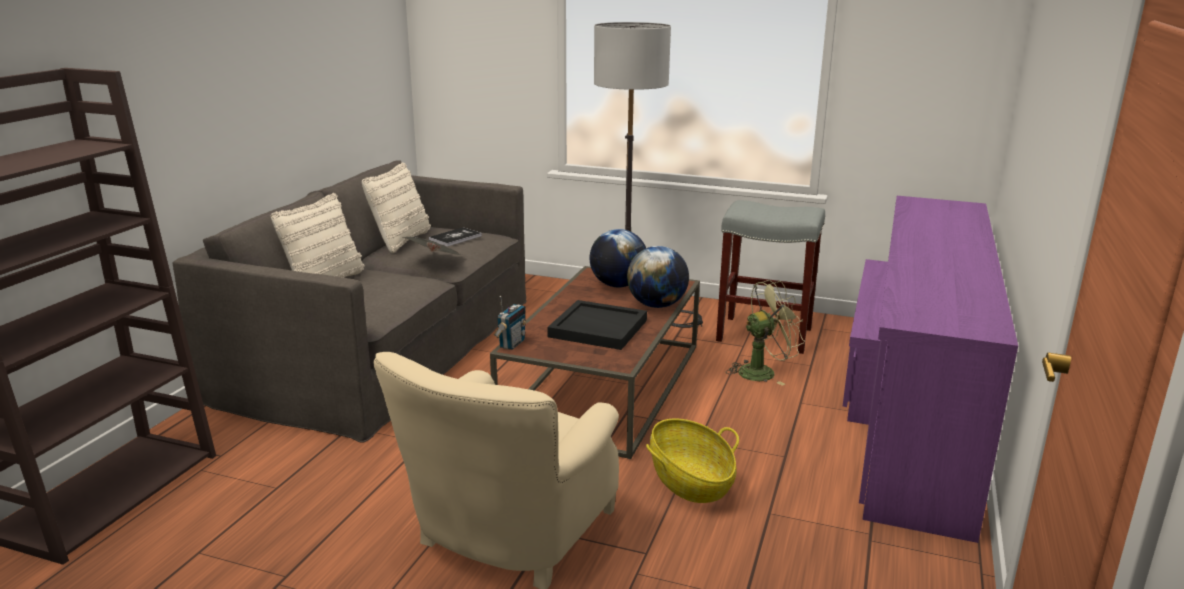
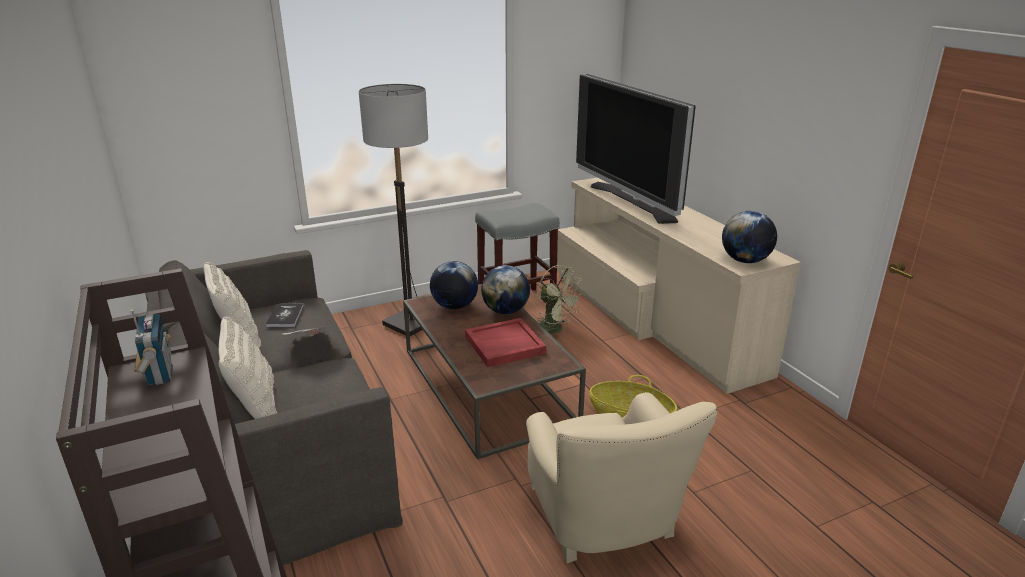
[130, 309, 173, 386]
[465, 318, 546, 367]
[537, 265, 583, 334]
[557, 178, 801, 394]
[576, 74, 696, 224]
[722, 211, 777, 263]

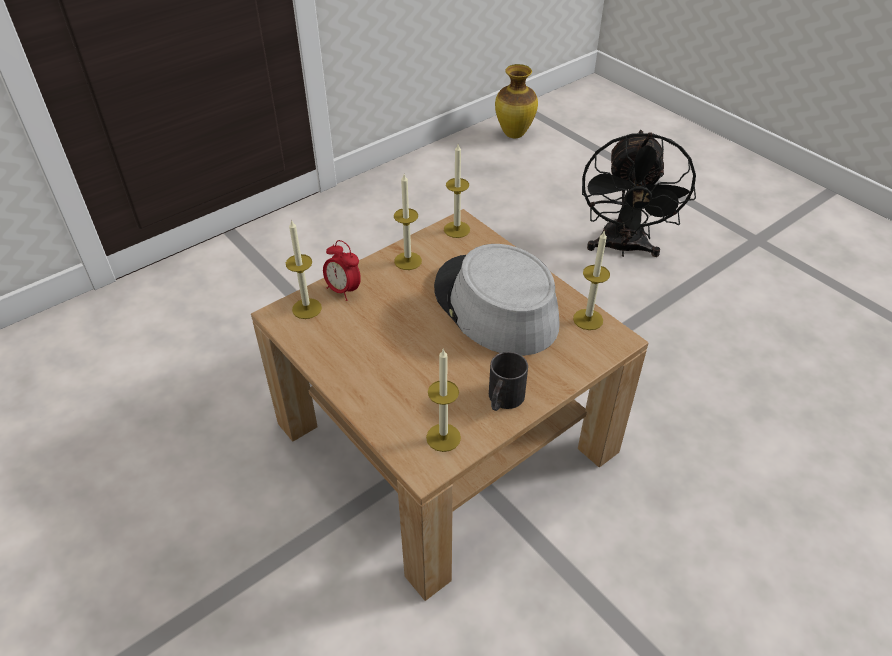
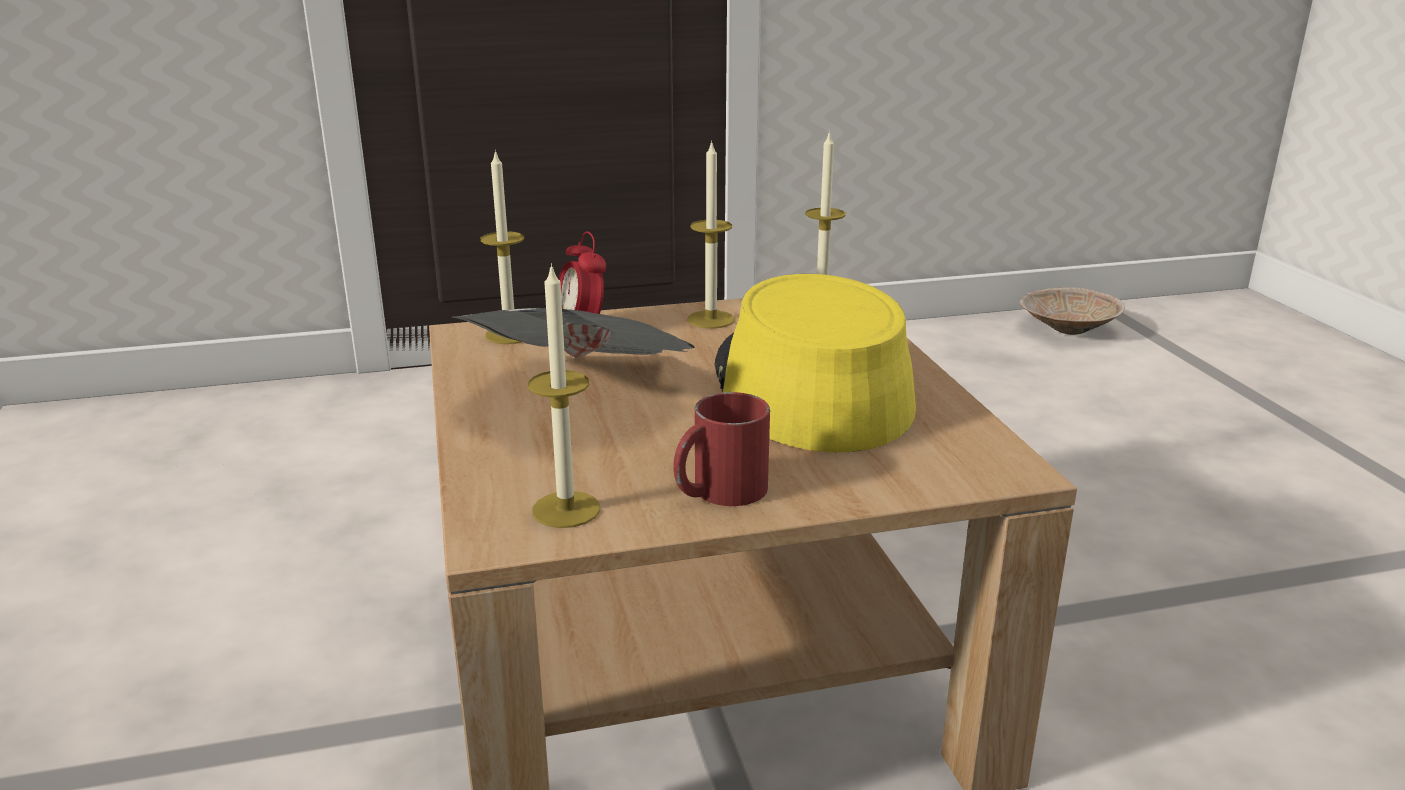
[452, 308, 695, 358]
[673, 392, 770, 506]
[714, 274, 916, 453]
[1019, 287, 1125, 335]
[573, 230, 610, 330] (first image)
[582, 130, 696, 257] (first image)

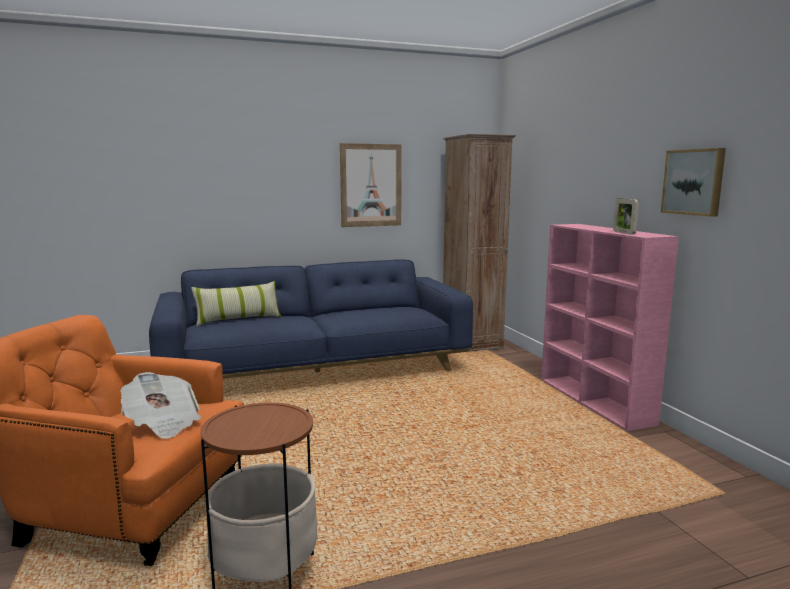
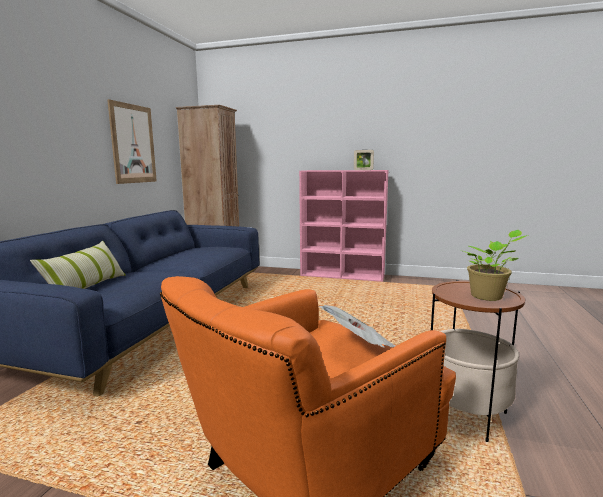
[459, 230, 529, 301]
[661, 148, 726, 217] (first image)

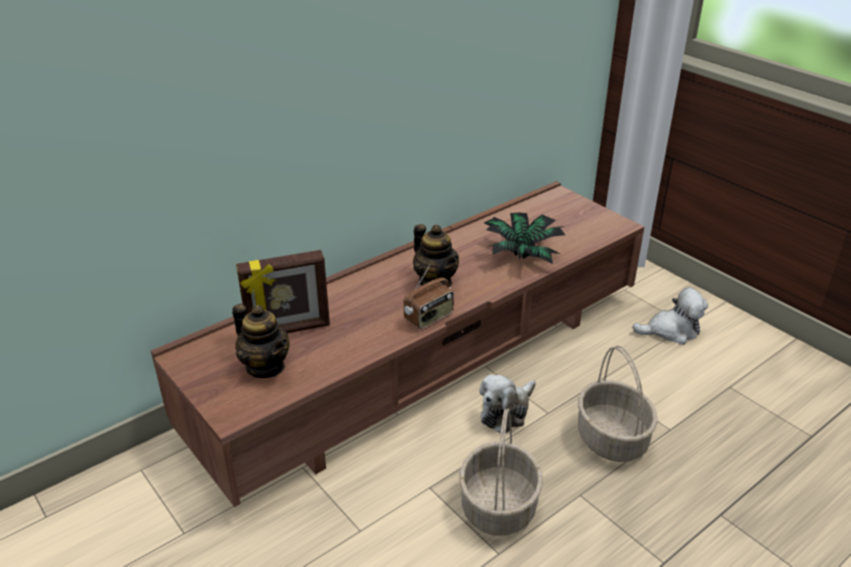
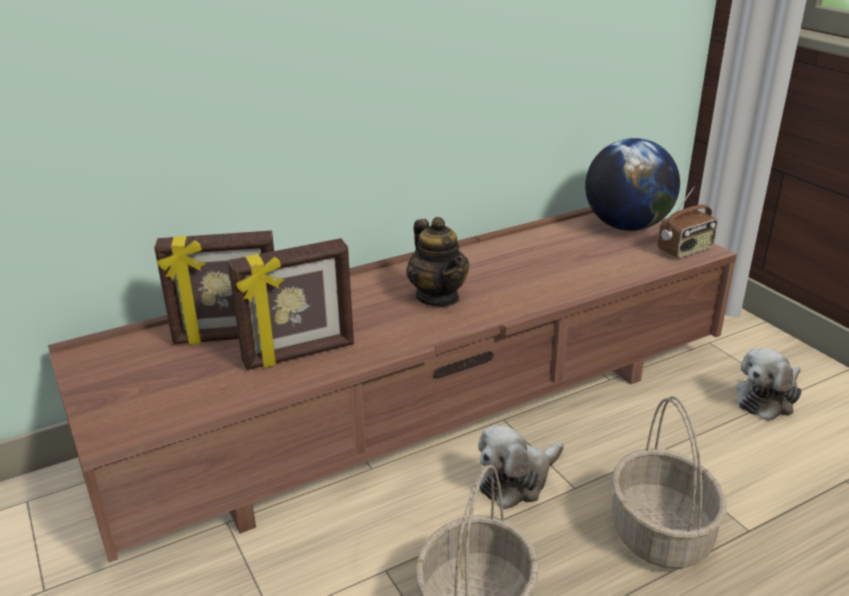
[228, 238, 354, 370]
[585, 138, 680, 231]
[658, 186, 718, 258]
[736, 348, 802, 421]
[232, 304, 290, 378] (first image)
[484, 212, 565, 264] (first image)

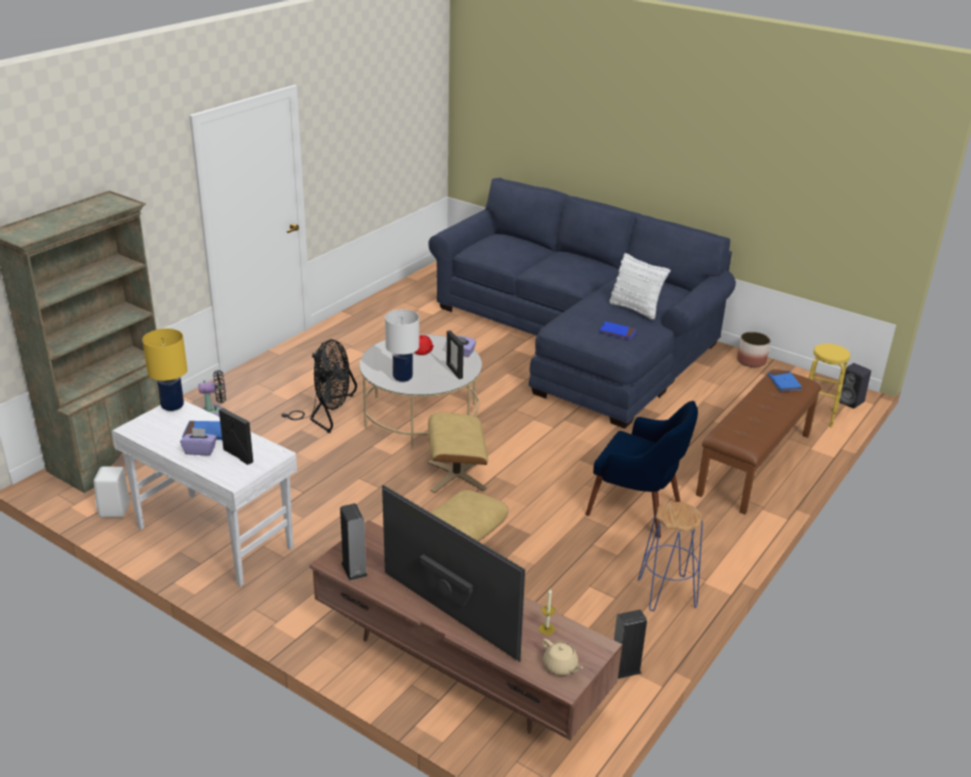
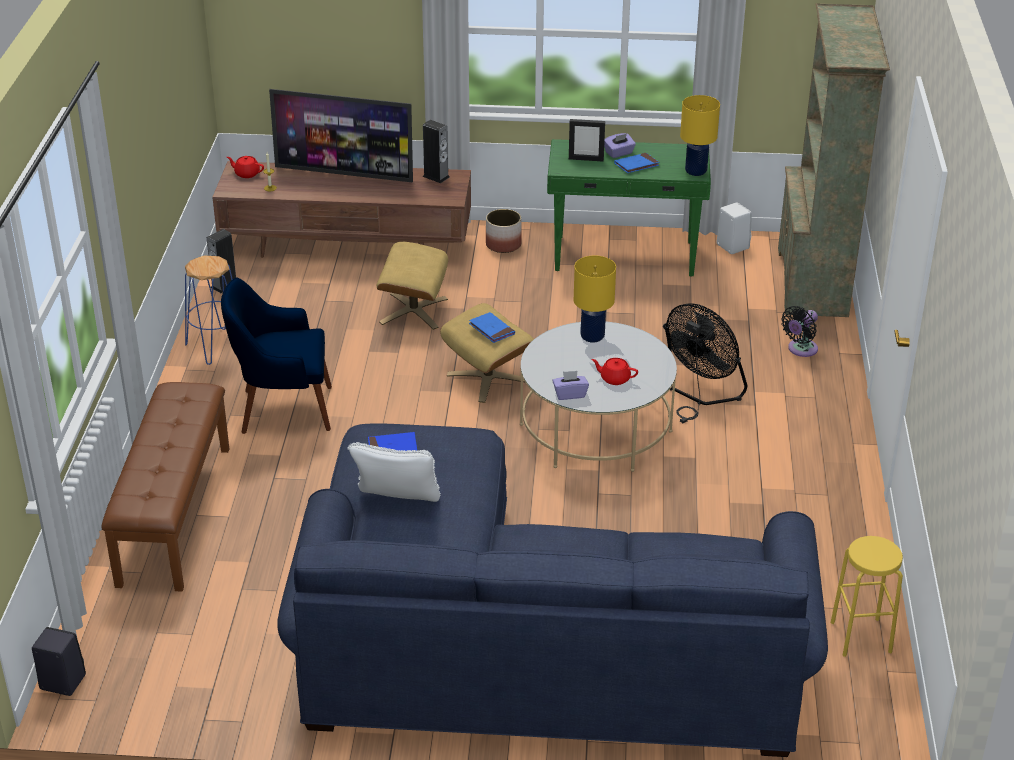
[227, 156, 264, 178]
[469, 312, 515, 343]
[486, 209, 522, 253]
[547, 139, 711, 277]
[574, 255, 616, 343]
[663, 304, 747, 423]
[831, 536, 903, 657]
[446, 330, 464, 379] (first image)

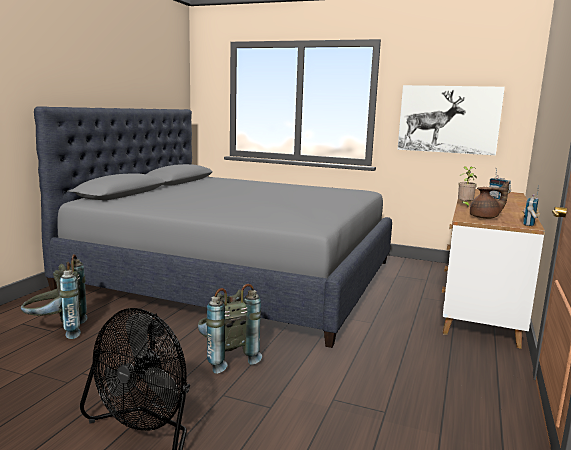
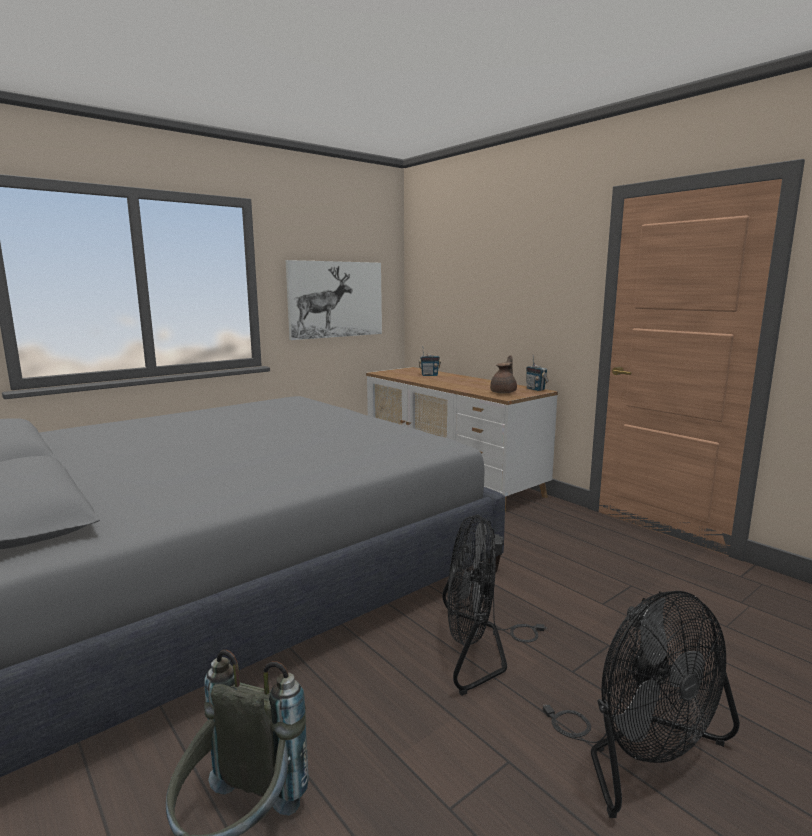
[442, 514, 546, 696]
[458, 166, 477, 207] (first image)

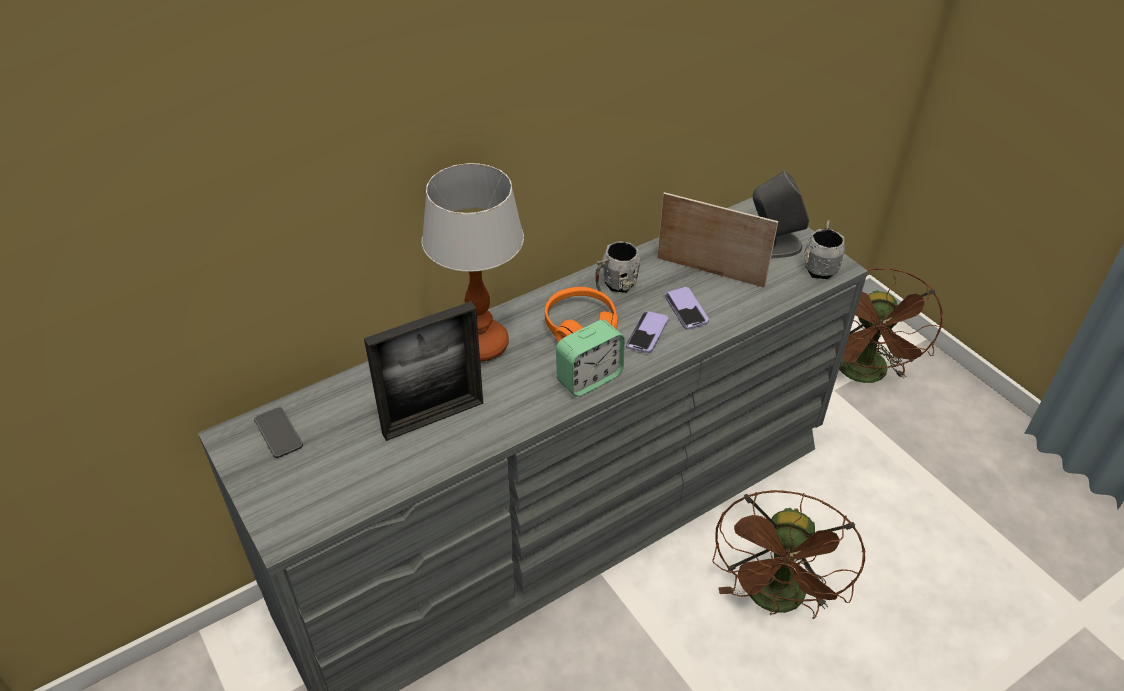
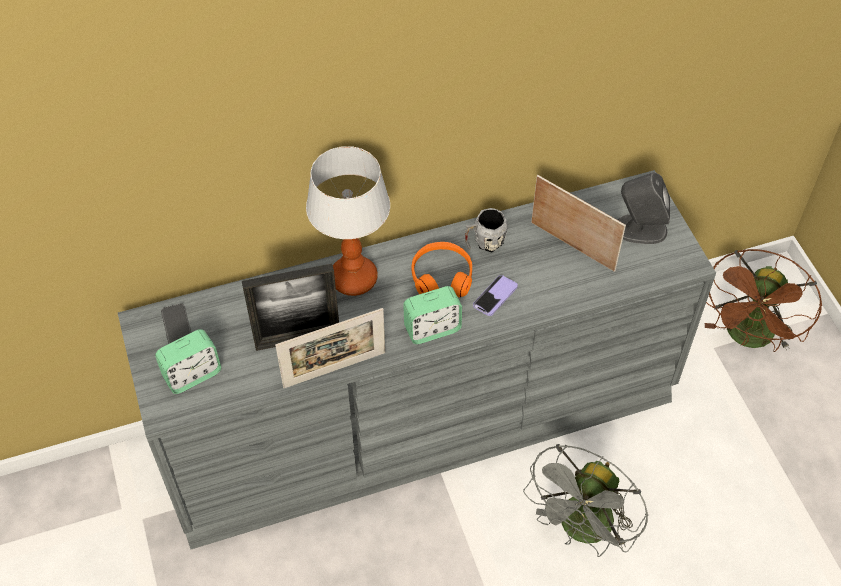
[155, 329, 221, 394]
[275, 308, 385, 388]
[523, 444, 648, 557]
[665, 287, 709, 330] (first image)
[804, 220, 845, 279] (first image)

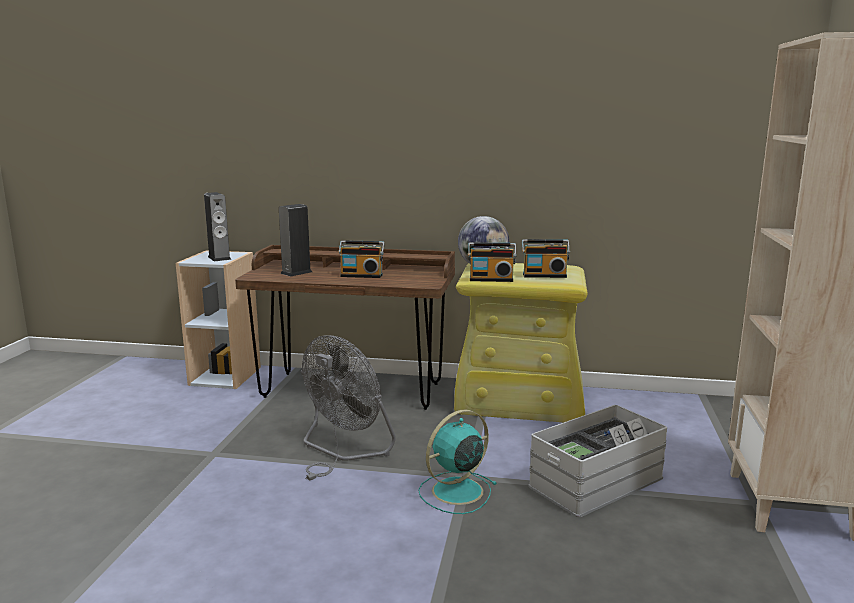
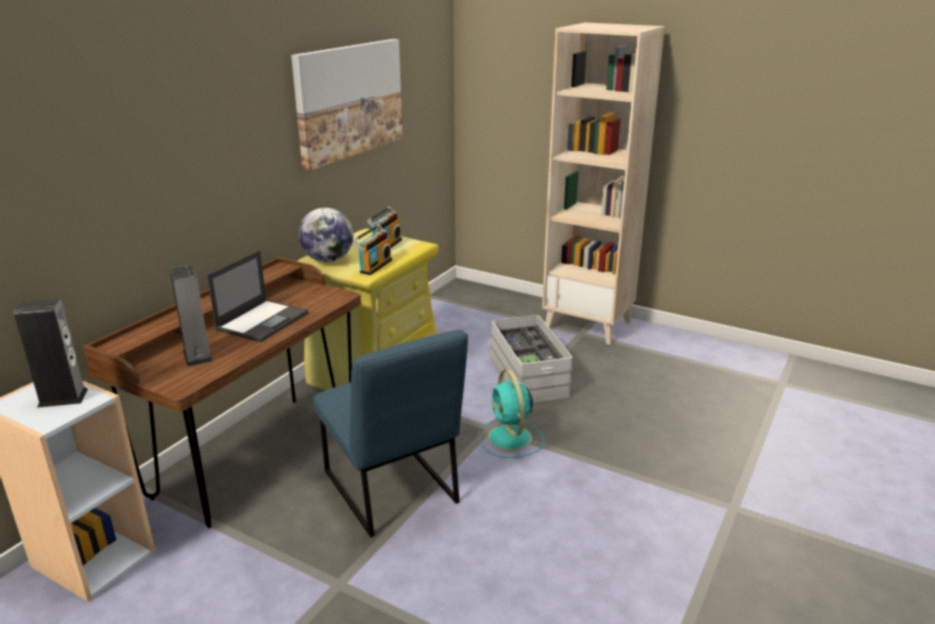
[207, 250, 308, 342]
[291, 39, 403, 171]
[313, 330, 468, 537]

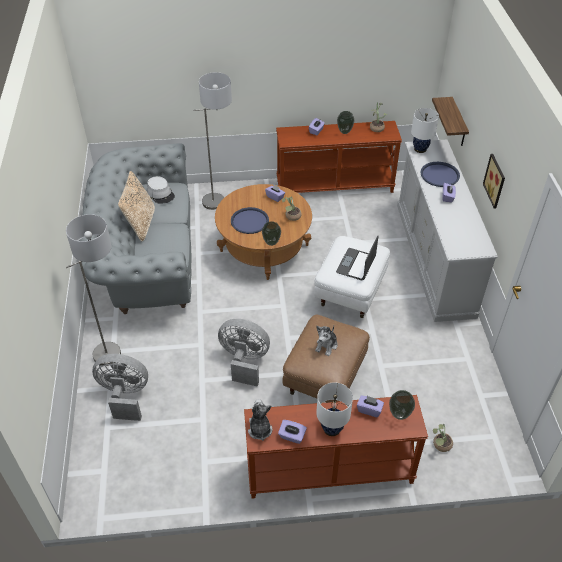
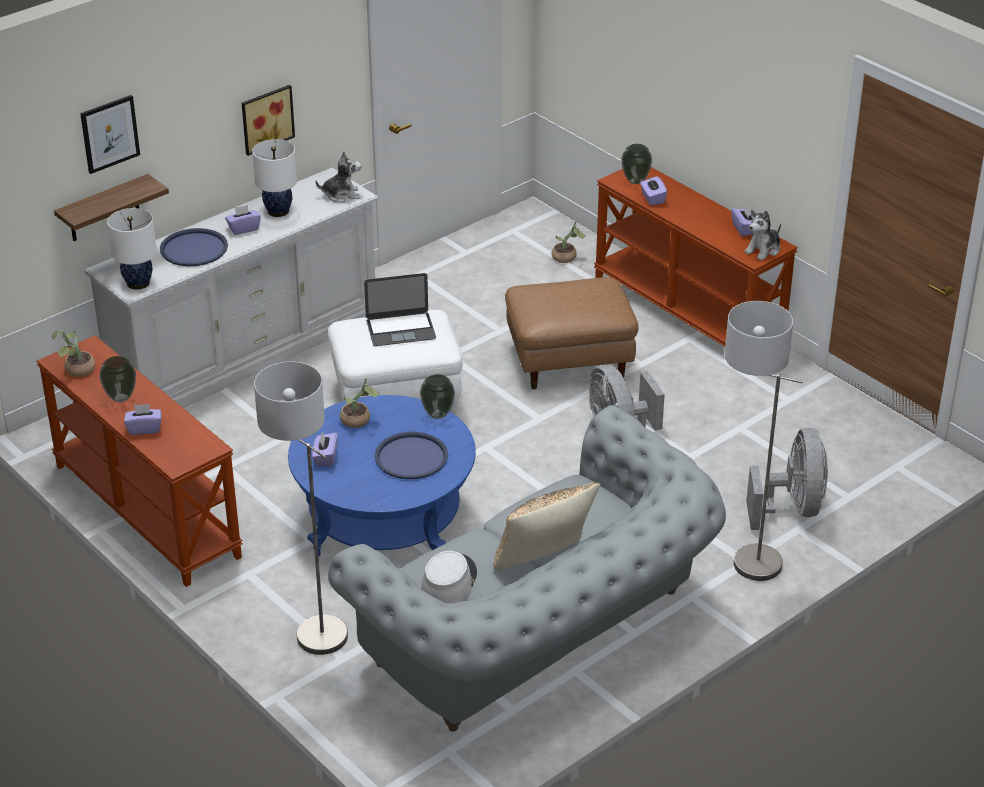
[80, 95, 140, 174]
[252, 139, 297, 217]
[288, 395, 476, 556]
[315, 151, 362, 203]
[746, 428, 828, 530]

